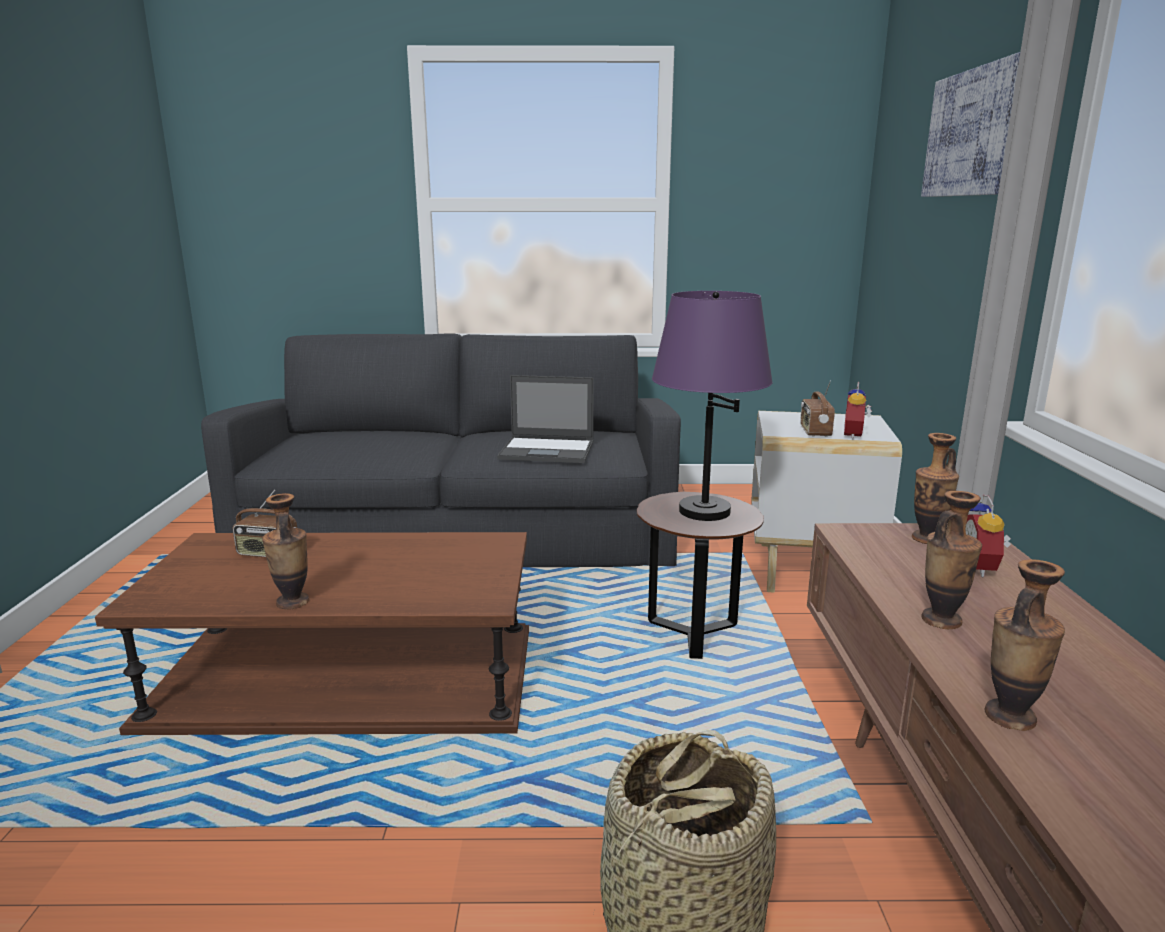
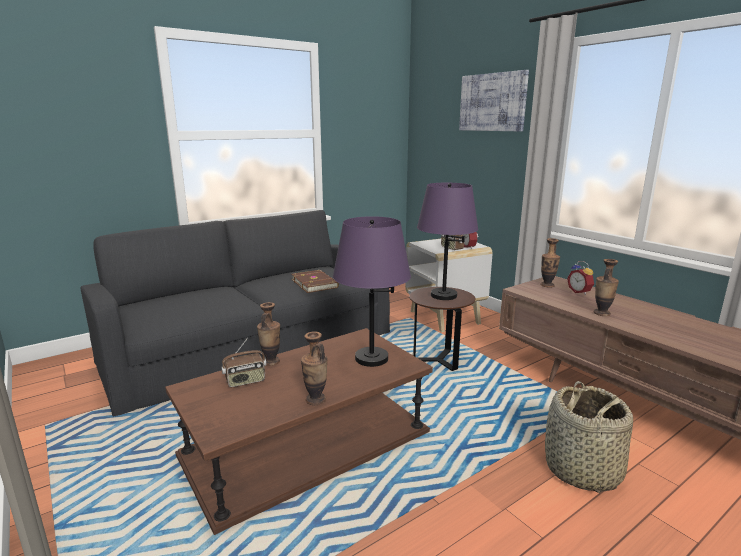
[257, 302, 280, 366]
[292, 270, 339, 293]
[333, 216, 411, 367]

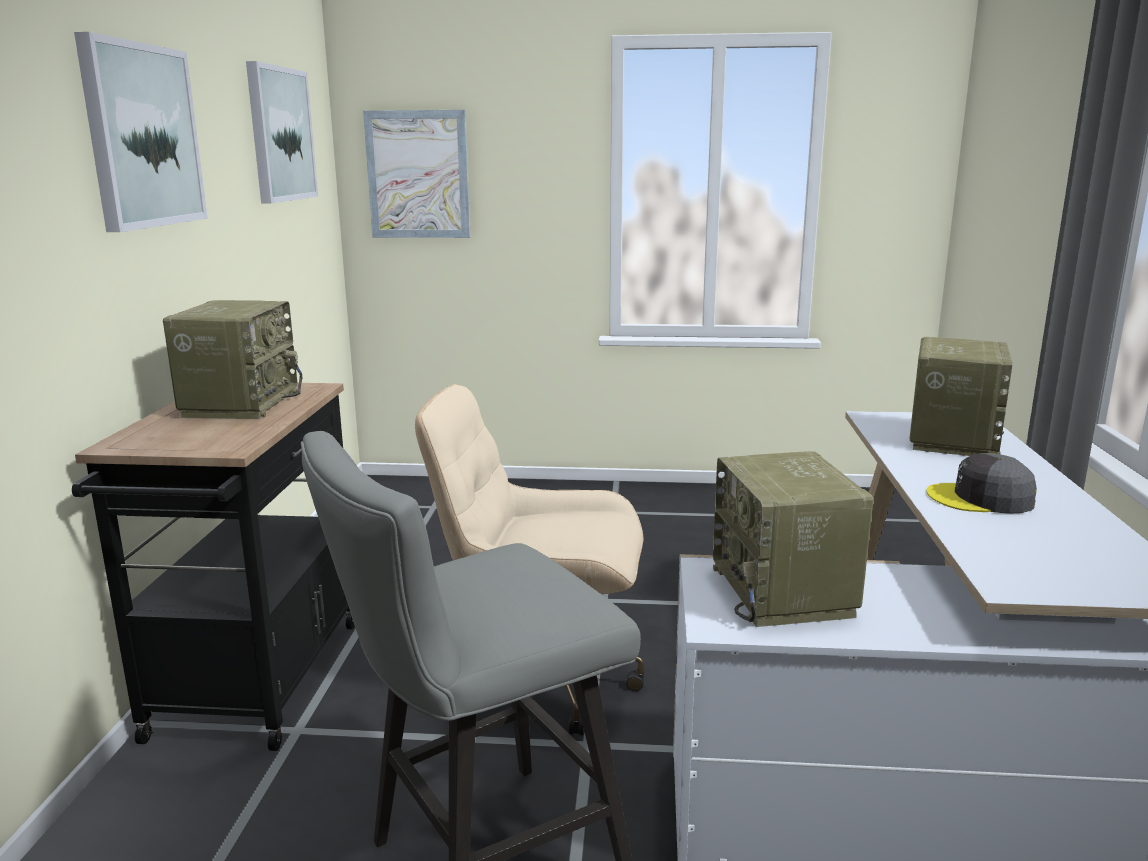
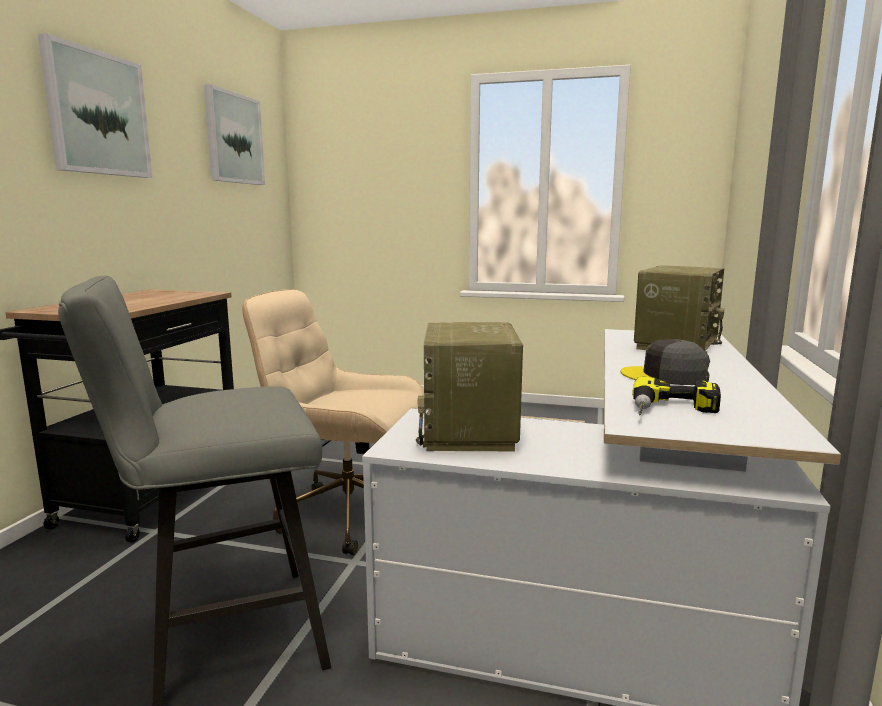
[632, 376, 721, 415]
[163, 300, 302, 419] (first image)
[363, 110, 470, 238] (first image)

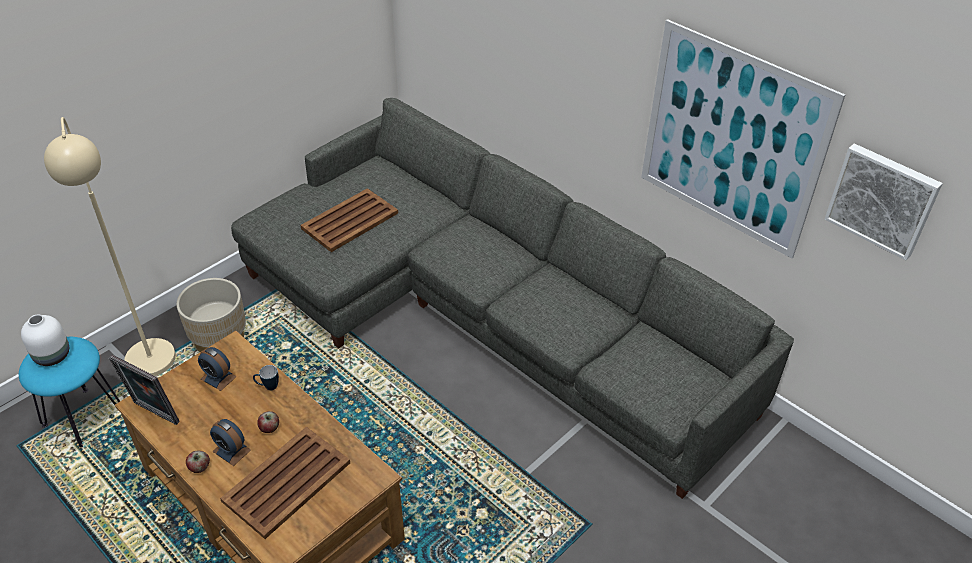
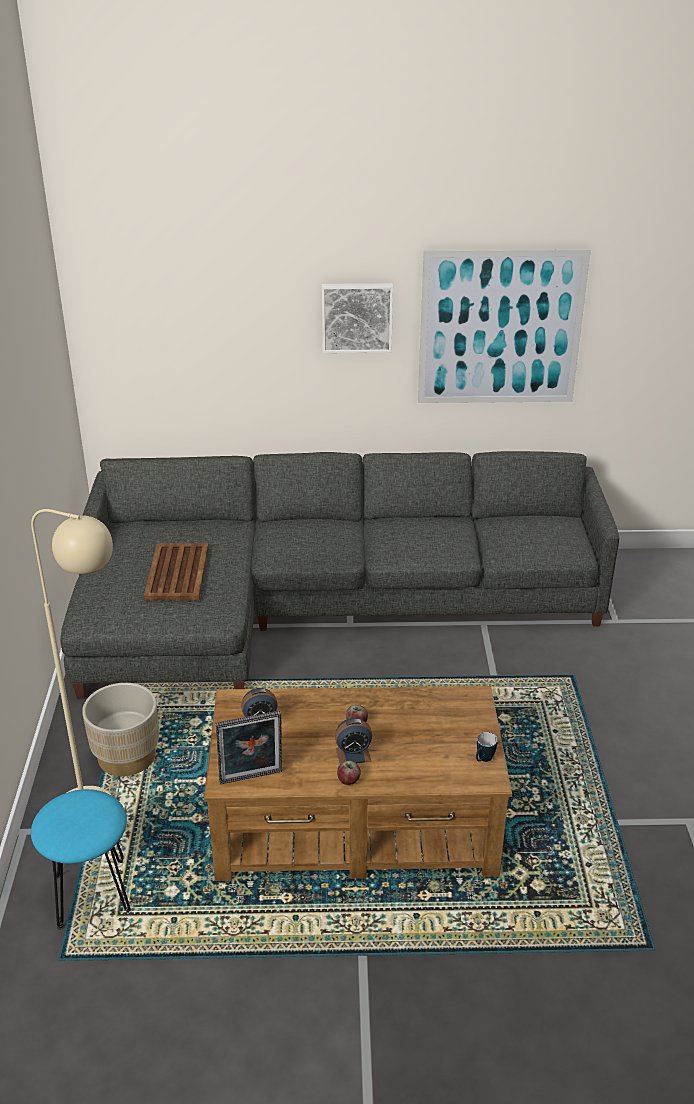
[322, 283, 393, 353]
[476, 732, 498, 762]
[21, 314, 69, 366] (first image)
[220, 427, 350, 539] (first image)

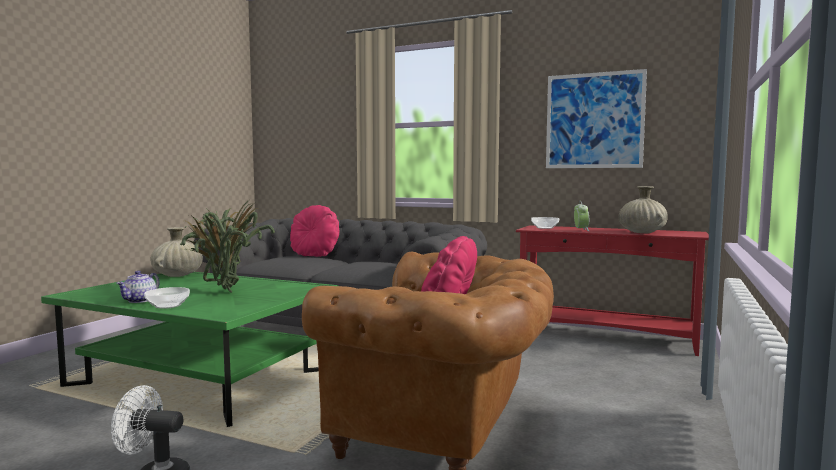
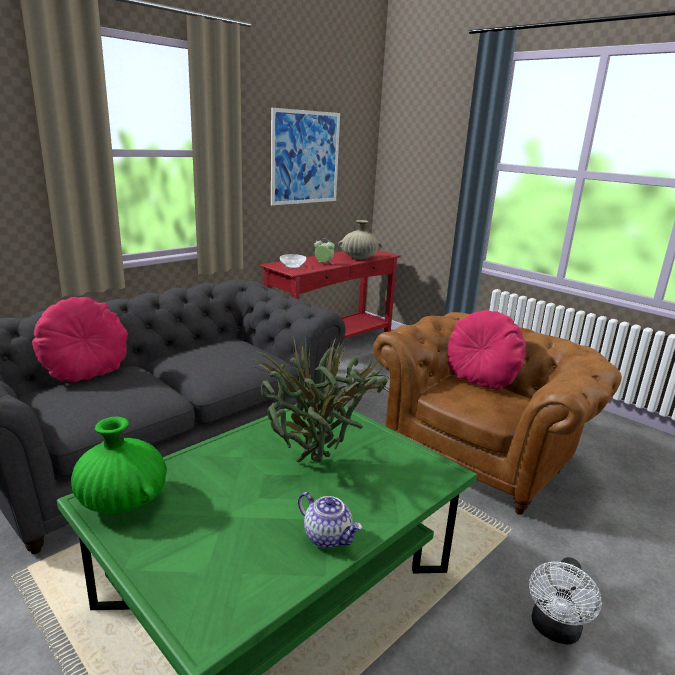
[71, 417, 167, 513]
[144, 287, 190, 309] (first image)

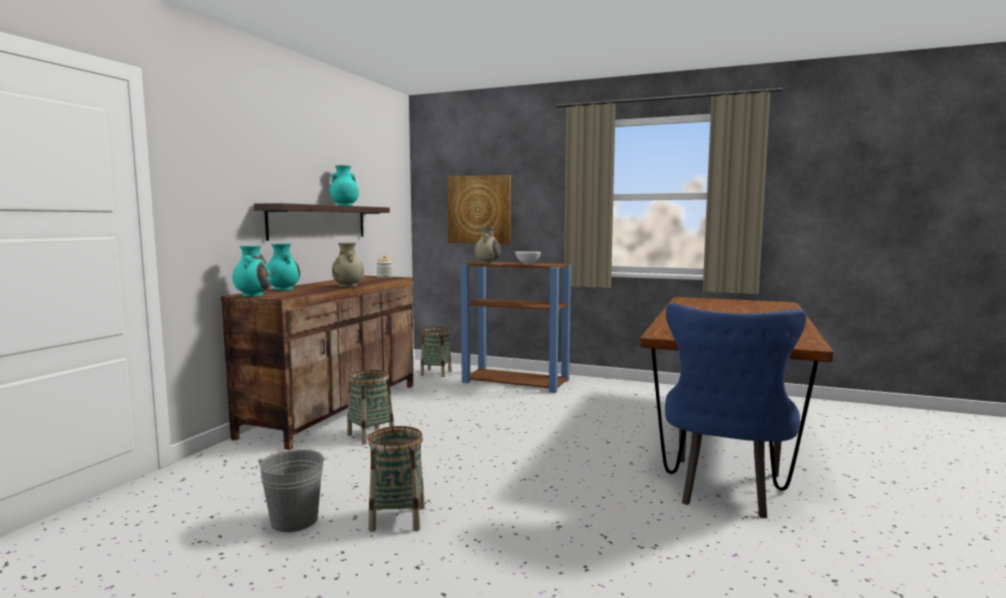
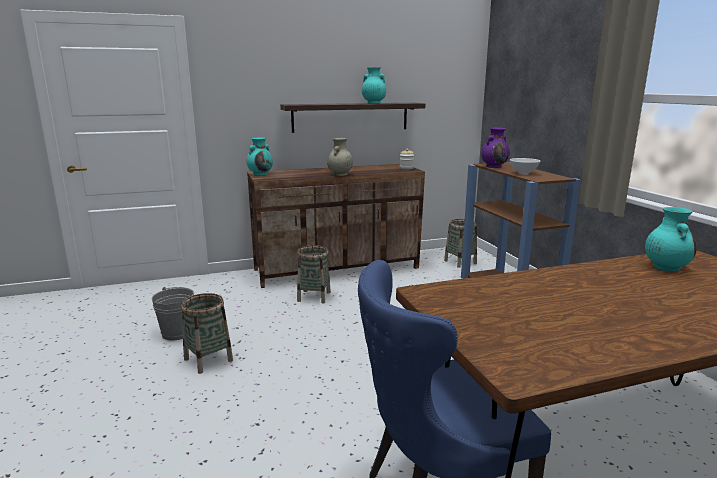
[481, 128, 510, 168]
[645, 207, 697, 272]
[448, 175, 511, 244] (first image)

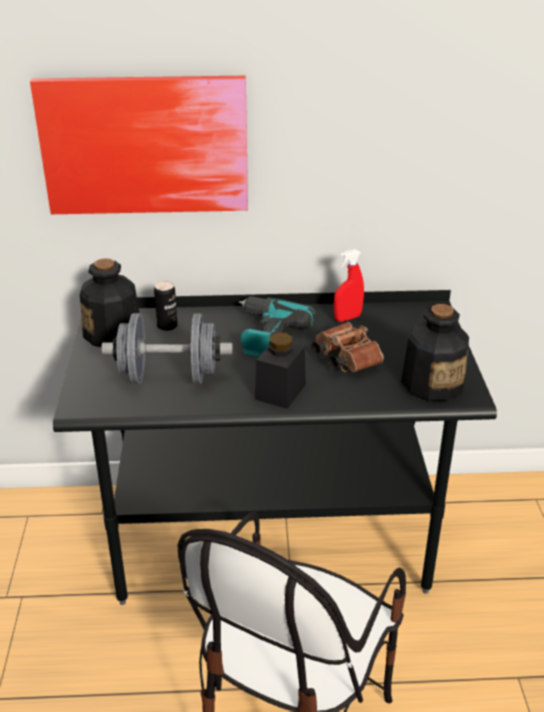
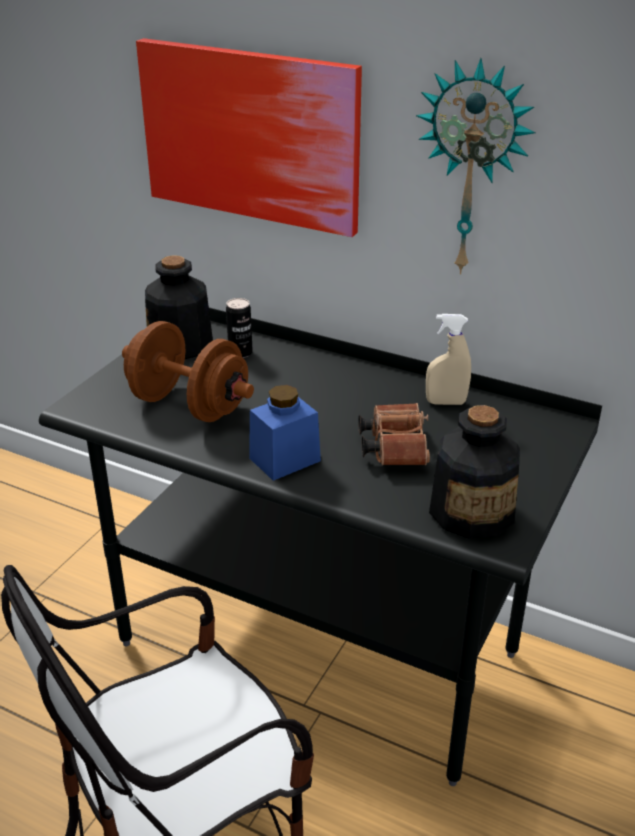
[122, 321, 254, 422]
[249, 385, 321, 481]
[416, 58, 536, 274]
[426, 314, 471, 405]
[239, 296, 316, 357] (first image)

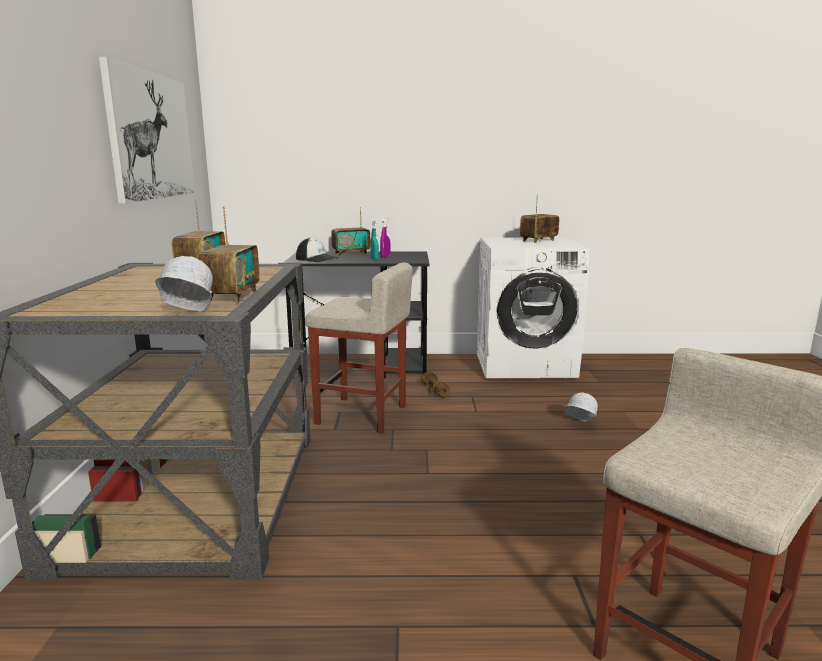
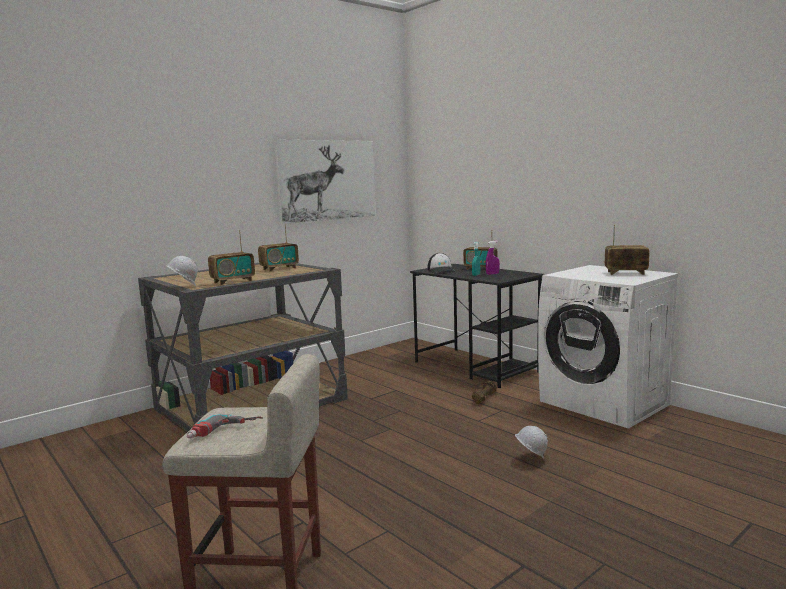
[187, 414, 263, 439]
[305, 262, 413, 434] (first image)

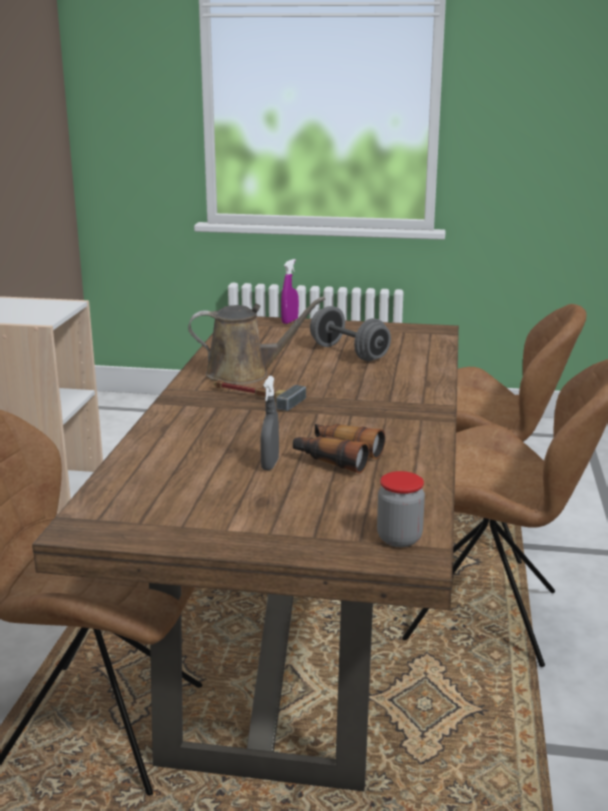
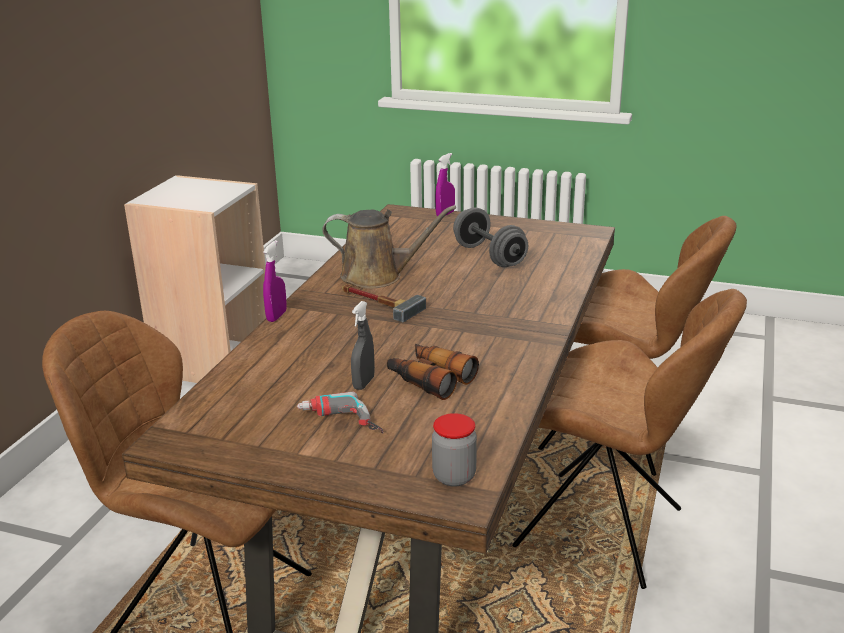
[263, 240, 287, 322]
[297, 392, 383, 434]

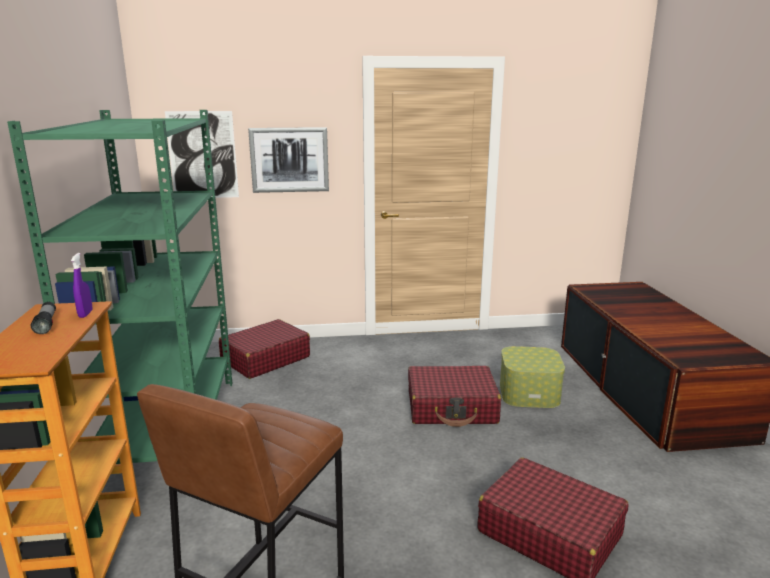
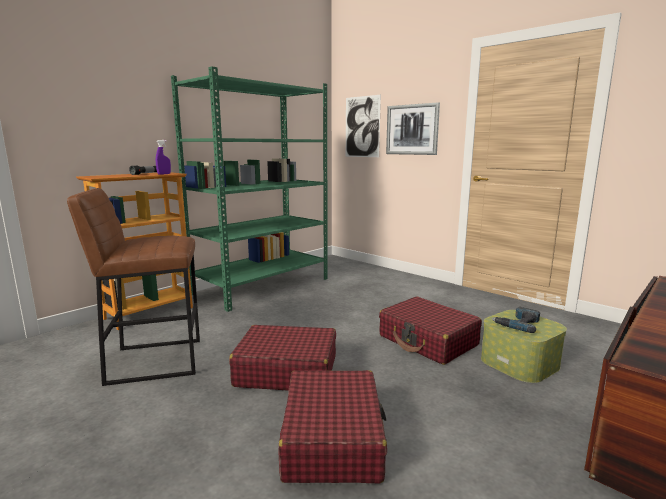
[229, 325, 336, 391]
[491, 307, 540, 333]

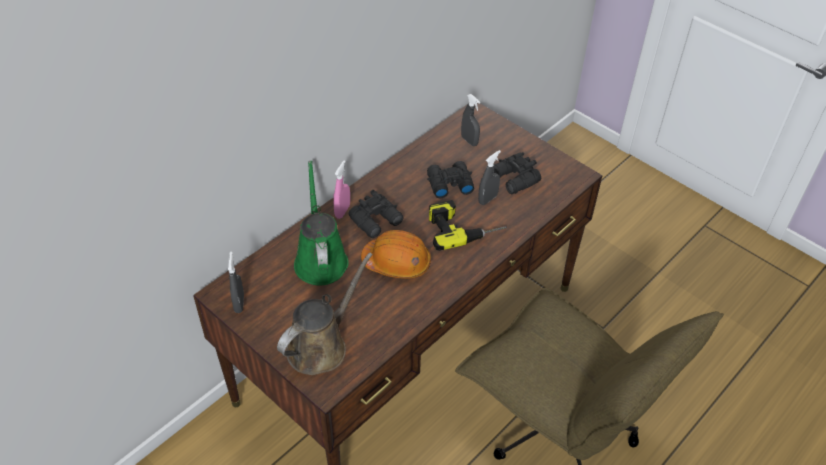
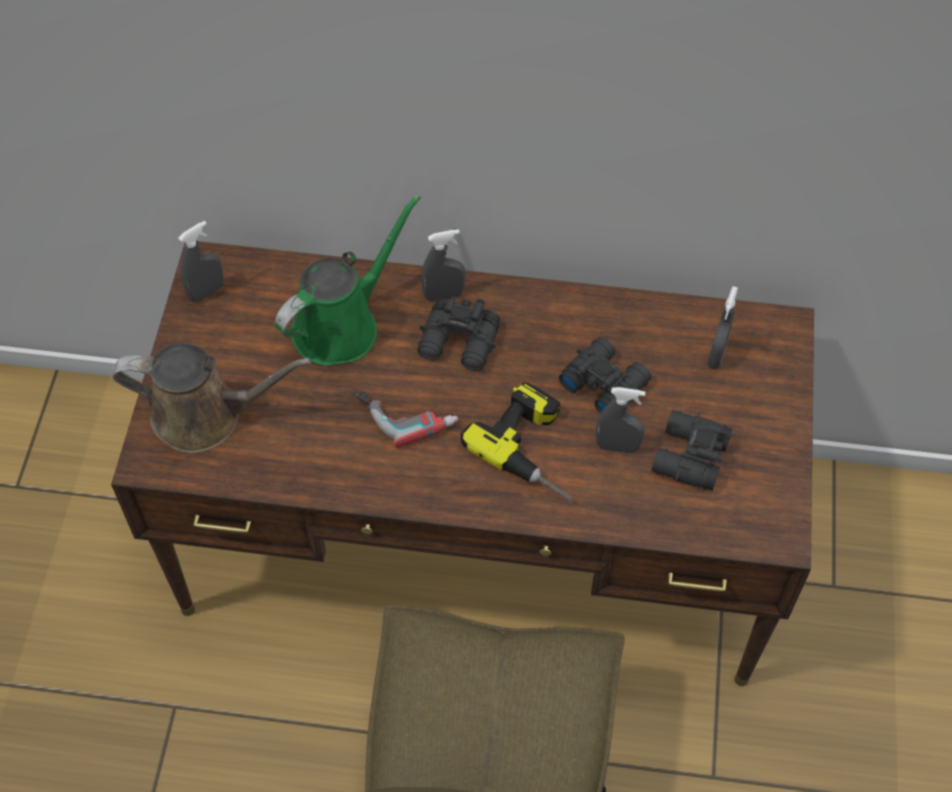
[350, 390, 458, 448]
[421, 229, 466, 302]

